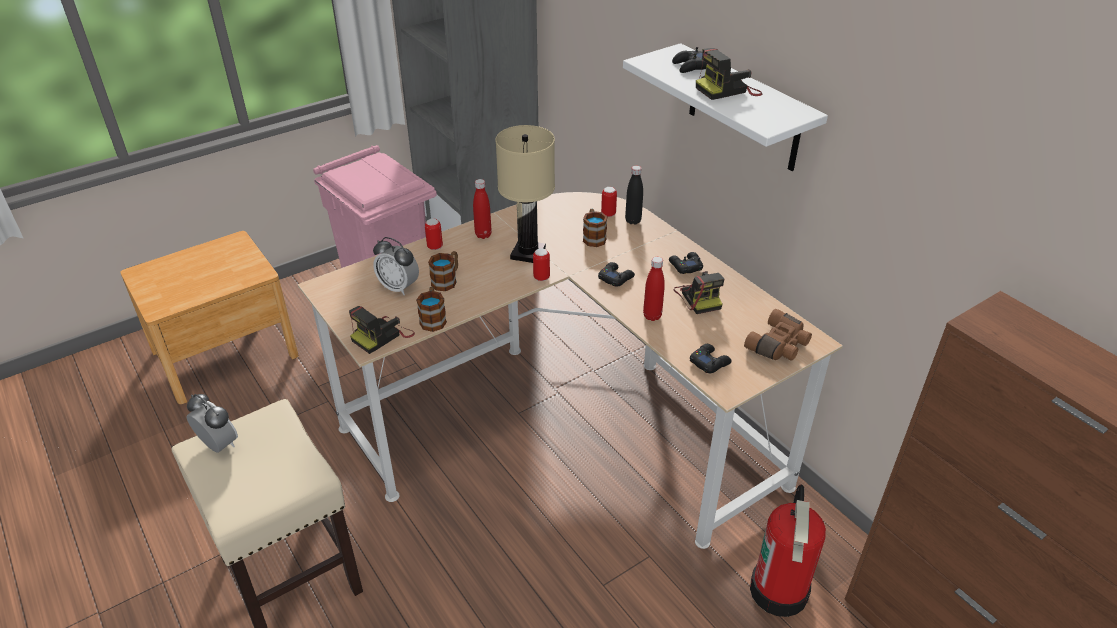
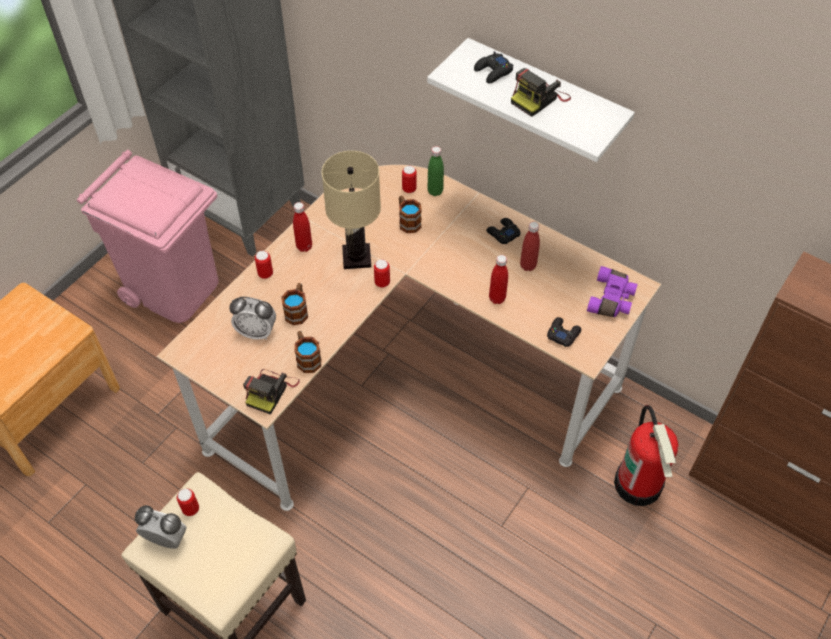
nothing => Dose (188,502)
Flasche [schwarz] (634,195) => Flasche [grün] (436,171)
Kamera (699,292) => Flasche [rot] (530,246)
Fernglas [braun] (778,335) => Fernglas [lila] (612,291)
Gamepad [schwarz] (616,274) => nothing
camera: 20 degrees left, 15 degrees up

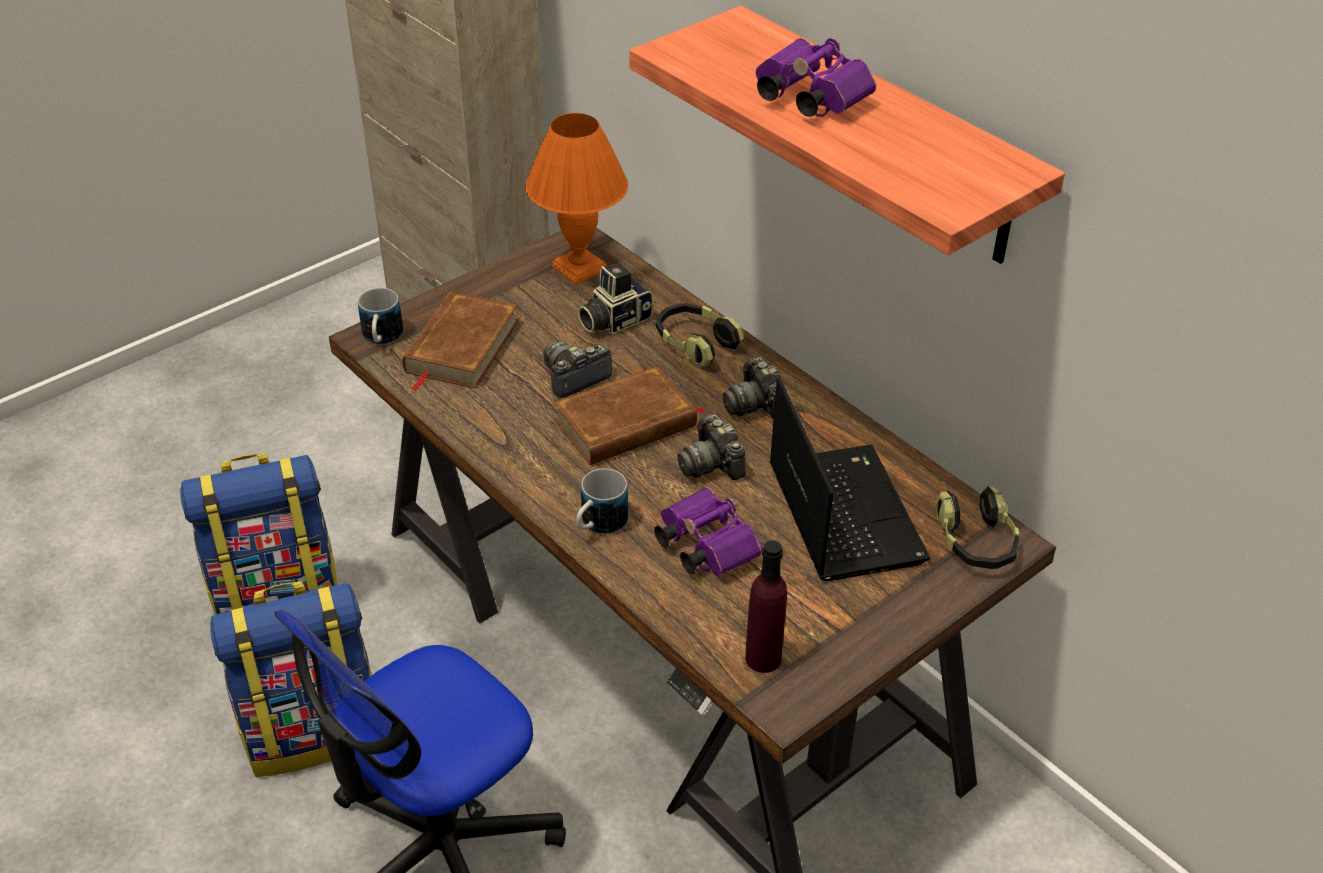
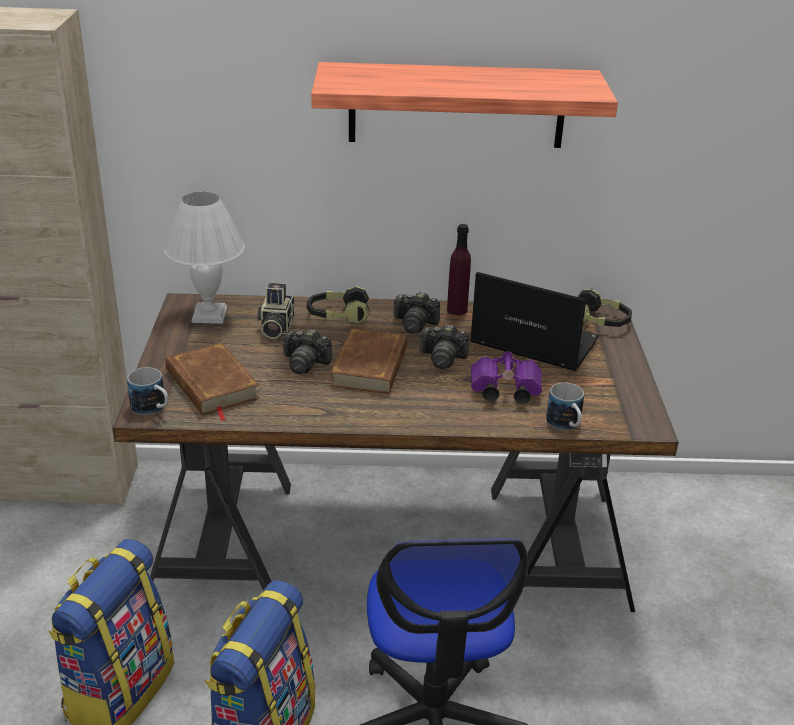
Tischlampe [orange] (576,199) => Tischlampe [weiß] (204,258)
Kamera (577,369) => Kamera (307,351), 75 degrees counterclockwise
Flasche [lila] (766,606) => Flasche [lila] (459,269), moved
Henkelbecher (602,501) => Henkelbecher (565,406), moved
Fernglas [lila] (816,77) => nothing
camera: 50 degrees left, 10 degrees down

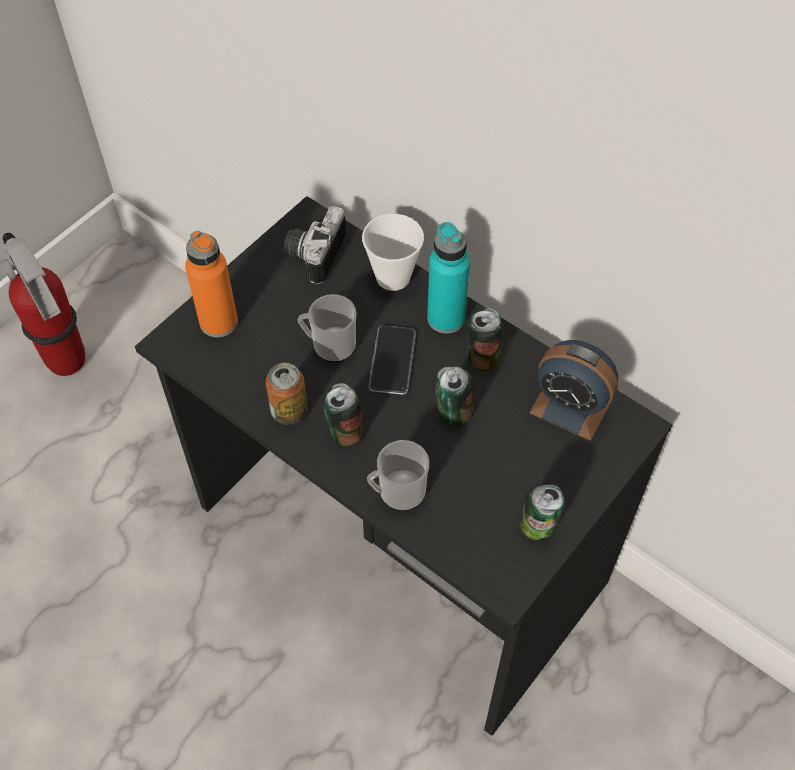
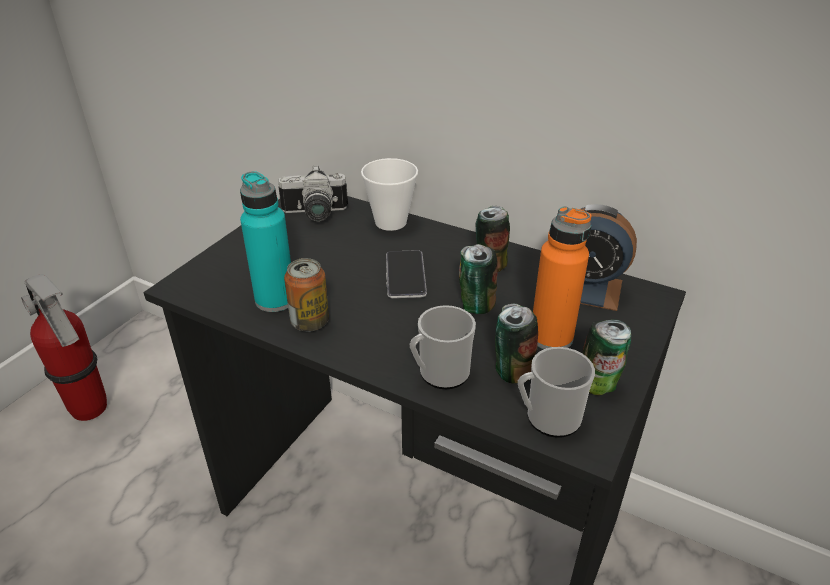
Flasche [türkis] (448,278) => Flasche [türkis] (265,241), moved
Kamera (315,245) => Kamera (313,193), 105 degrees counterclockwise
Dose (343,414) => Dose (516,343), moved
Henkelbecher (327,328) => Henkelbecher (556,392), moved
Flasche [orange] (211,284) => Flasche [orange] (562,277), moved
camera: 10 degrees left, 20 degrees down

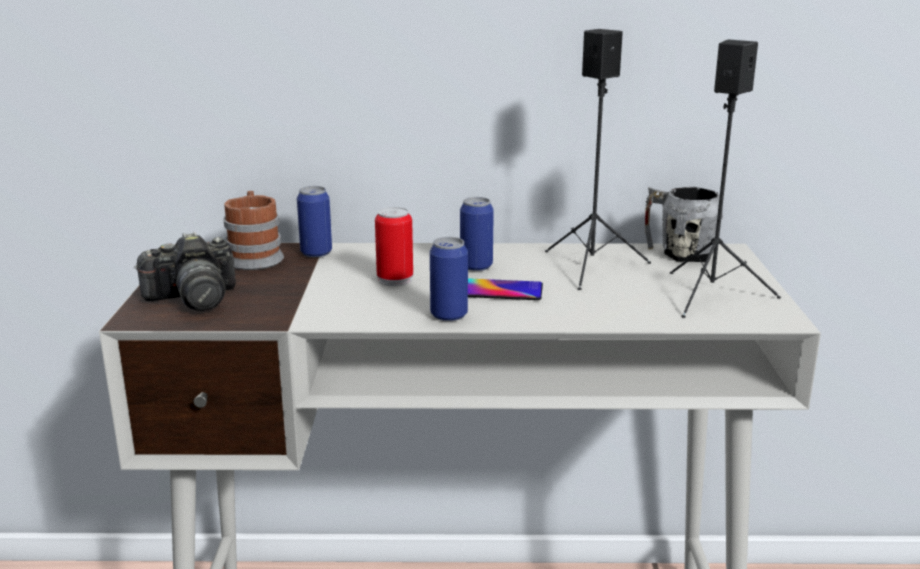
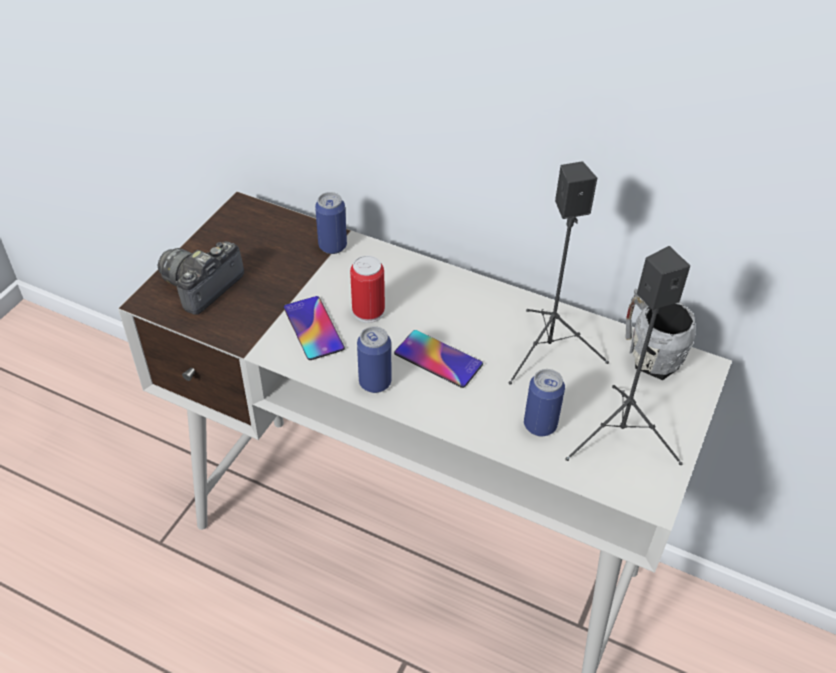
Kamera (185,271) => Kamera (201,278), 120 degrees clockwise
nothing => Handy (314,328)
Dose (477,234) => Dose (544,402), moved
Henkelbecher (253,230) => nothing
camera: 25 degrees right, 25 degrees up

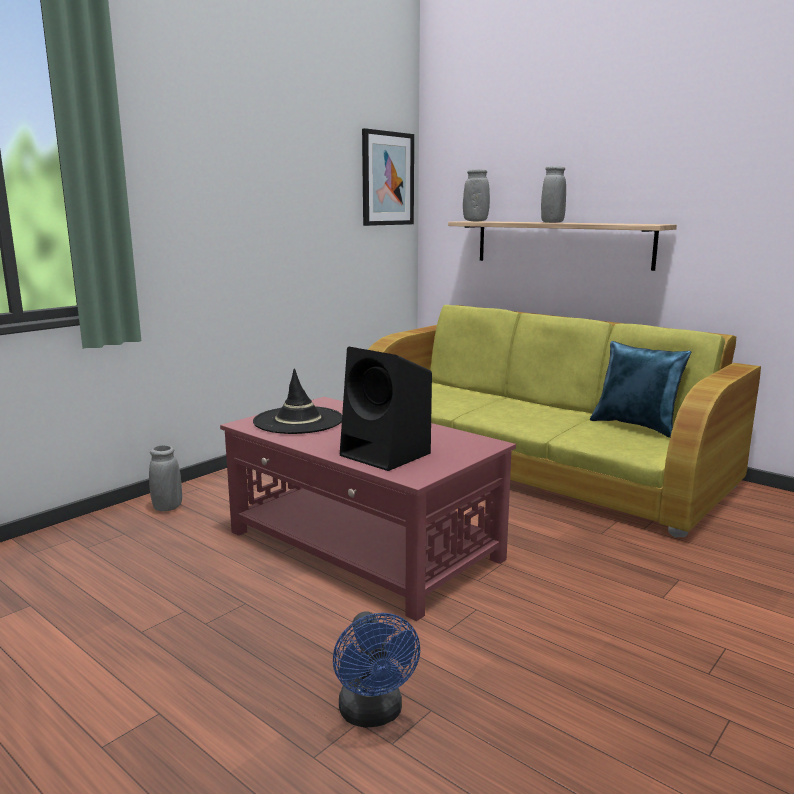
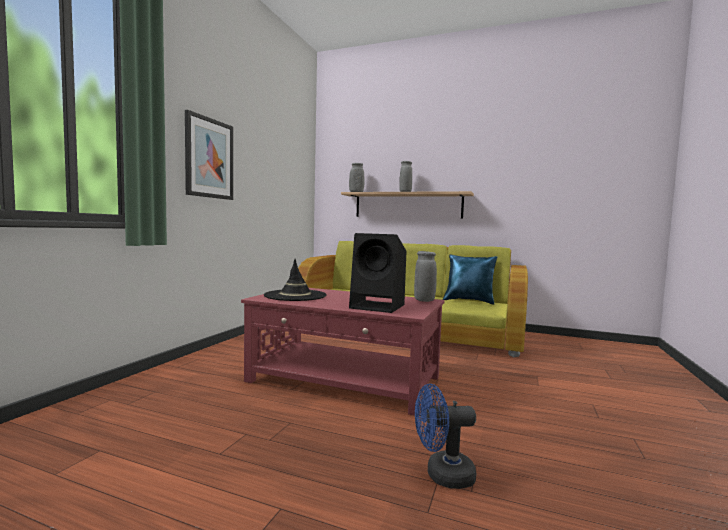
Bild (388,177) => Bild (209,155), moved
Vase [grau] (165,478) => Vase [grau] (425,276), moved
Ventilator [blau] (376,669) => Ventilator [blau] (445,436), 120 degrees clockwise
camera: 20 degrees left, 10 degrees down

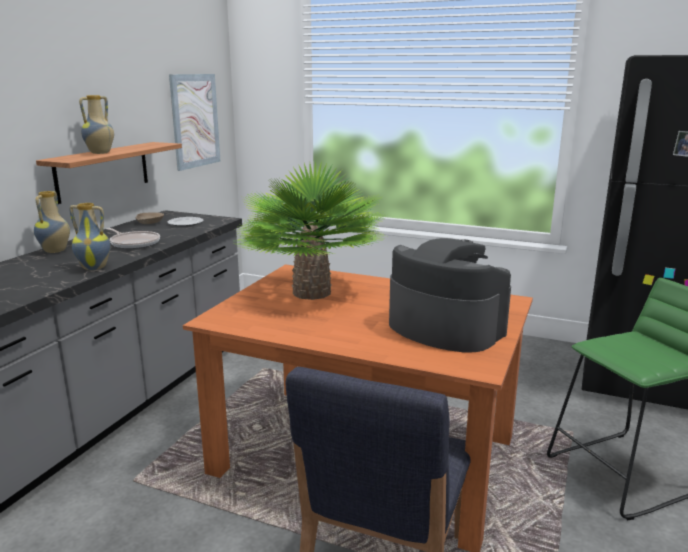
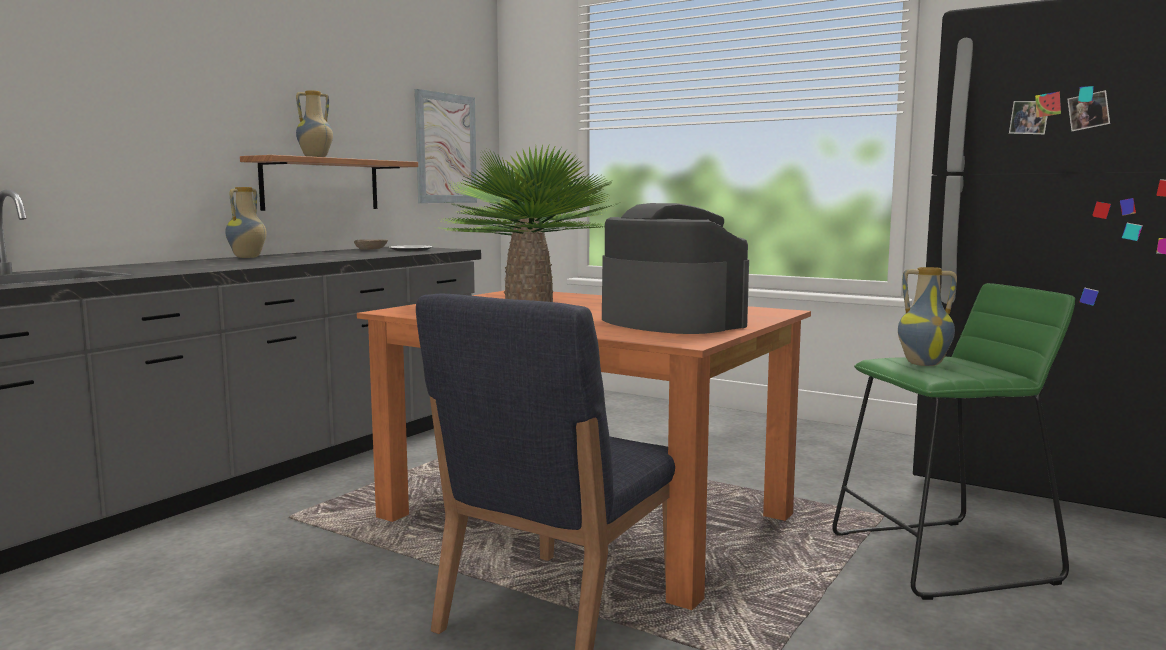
Vase (90,236) => Vase (927,316), moved
Pfanne (133,238) => nothing
camera: 10 degrees right, 10 degrees down

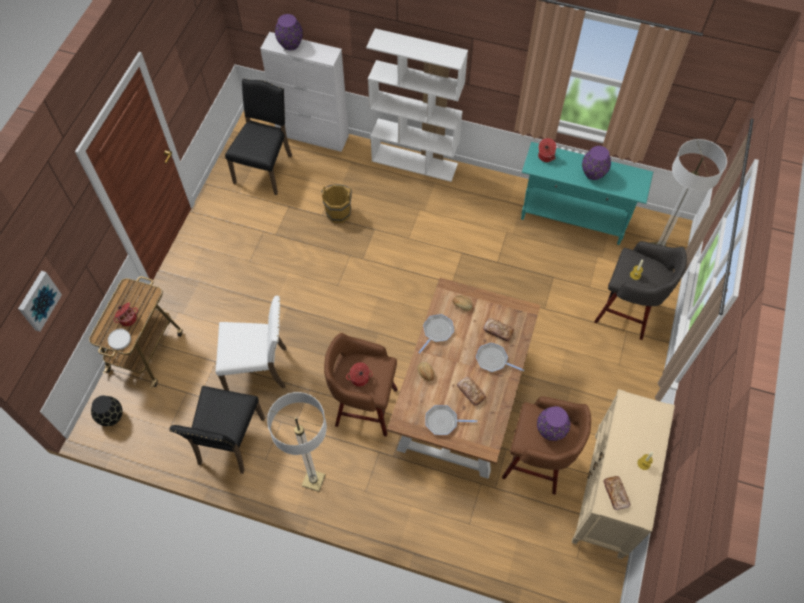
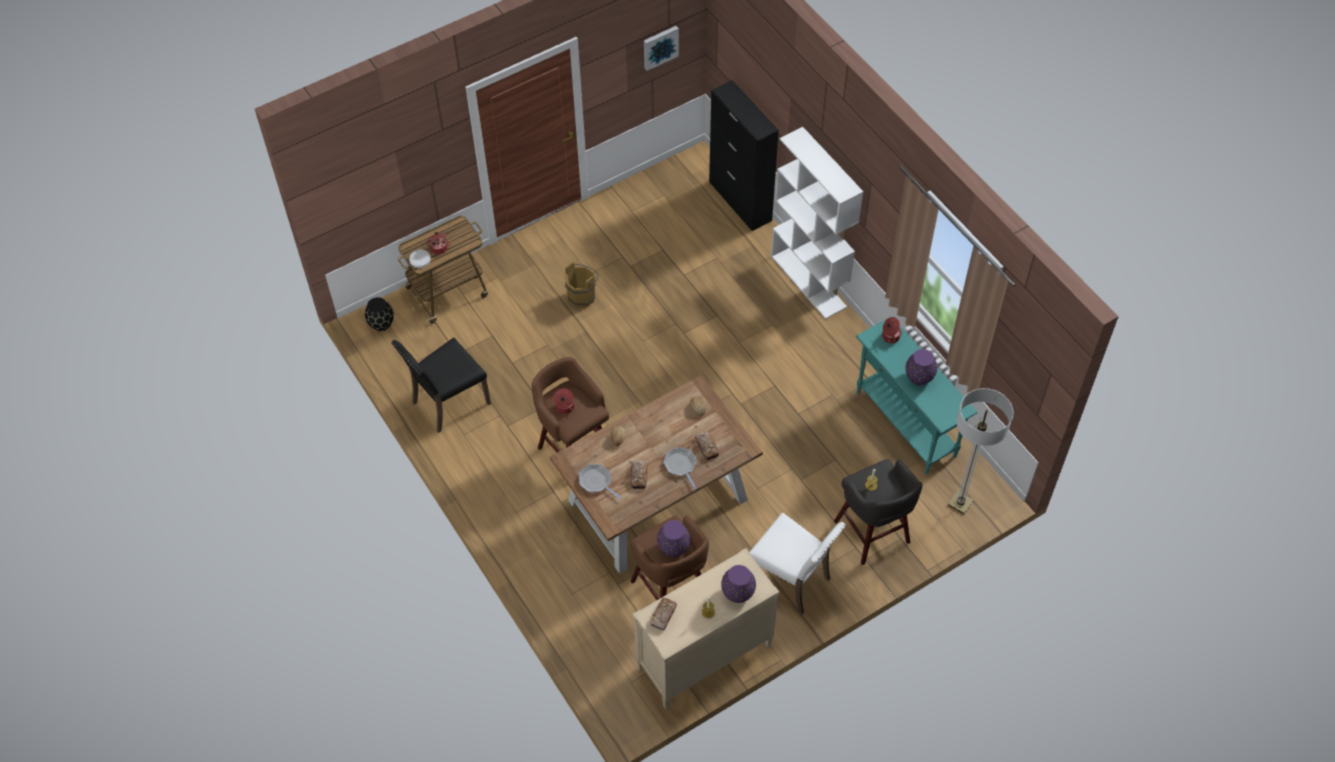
Eimer [braun] (336,203) => Eimer [braun] (582,284), moved
Bild (40,301) => Bild (661,48), moved
Schrank [weiß] (304,92) => Schrank [schwarz] (744,155)
Vase [lila] (289,32) => Vase [lila] (738,584), moved
Stuhl [weiß] (251,343) => Stuhl [weiß] (798,563), moved
Stuhl [schwarz] (258,137) => nothing
Stehlampe (297,442) => nothing
Pfanne (436,334) => nothing
camera: 40 degrees right, 5 degrees down

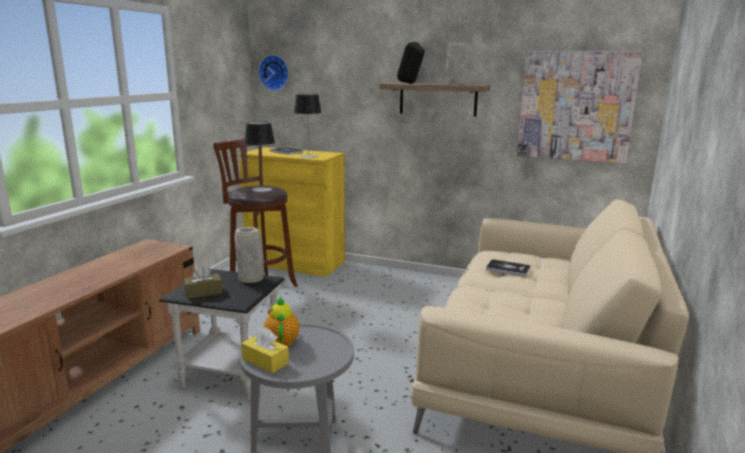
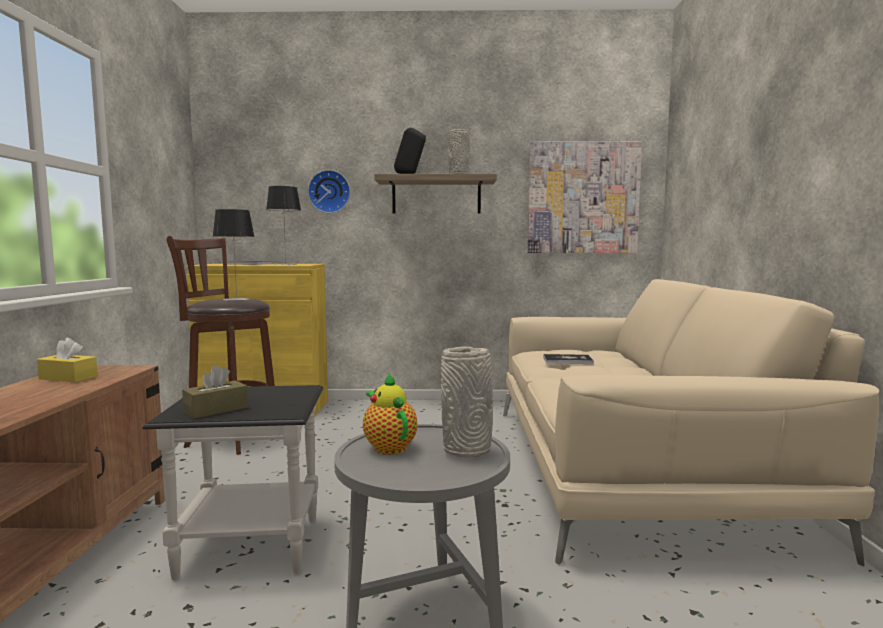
Taschentuchbox [gelb] (265,350) => Taschentuchbox [gelb] (67,360), moved
Wanduhr (274,73) => Wanduhr (329,191), moved
Vase [grau] (249,255) => Vase [grau] (467,401), moved
camera: 20 degrees left, 10 degrees down

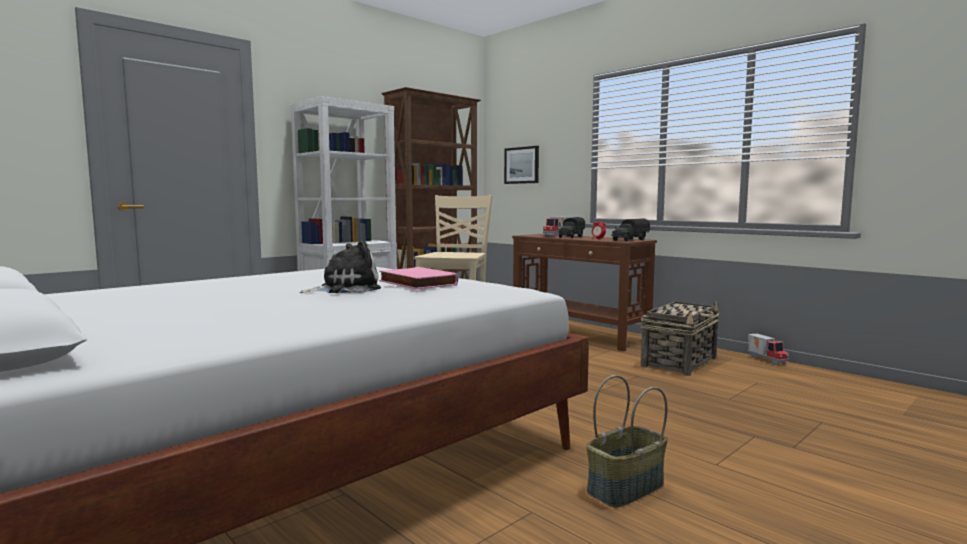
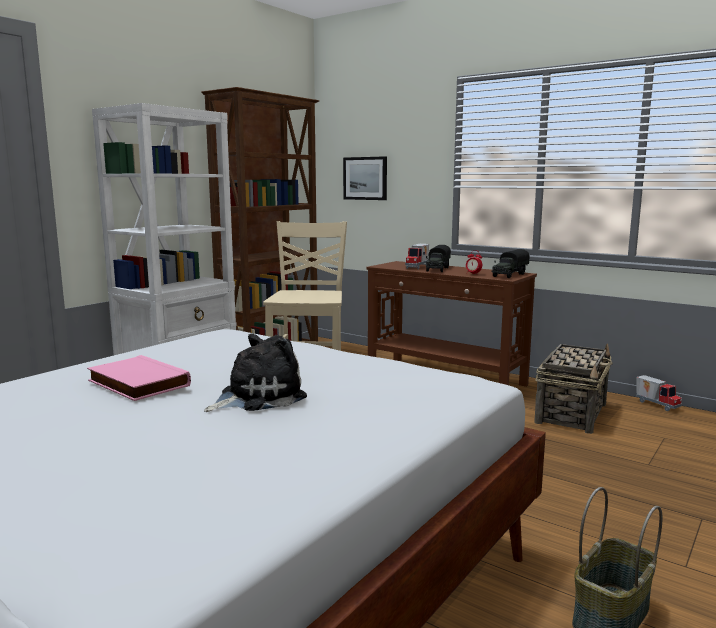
Buch [rosa] (418,278) => Buch [rosa] (139,378), moved
camera: 10 degrees left, 5 degrees up

